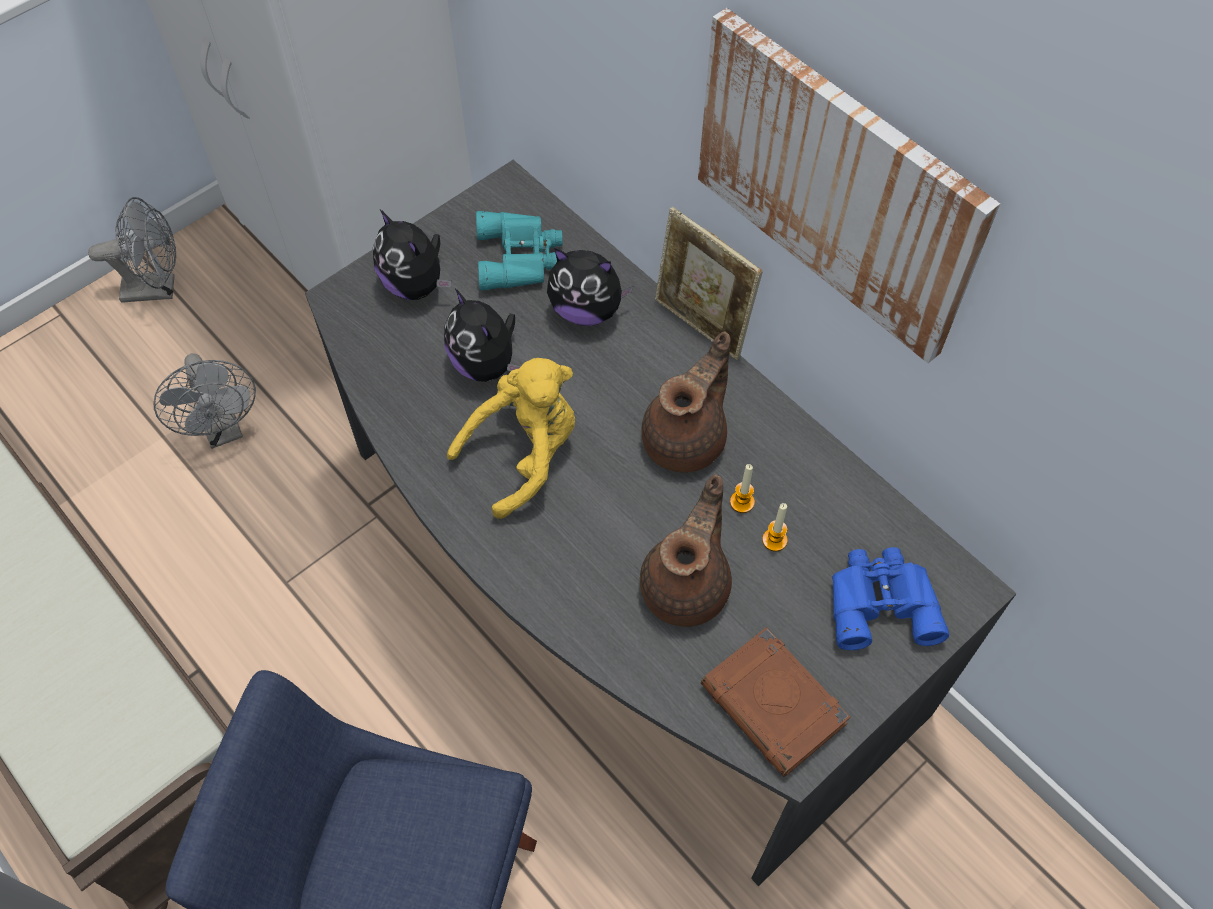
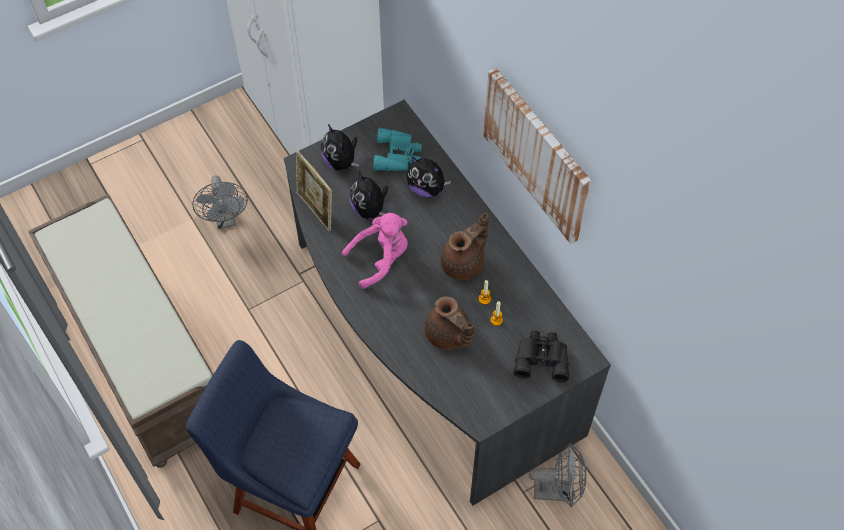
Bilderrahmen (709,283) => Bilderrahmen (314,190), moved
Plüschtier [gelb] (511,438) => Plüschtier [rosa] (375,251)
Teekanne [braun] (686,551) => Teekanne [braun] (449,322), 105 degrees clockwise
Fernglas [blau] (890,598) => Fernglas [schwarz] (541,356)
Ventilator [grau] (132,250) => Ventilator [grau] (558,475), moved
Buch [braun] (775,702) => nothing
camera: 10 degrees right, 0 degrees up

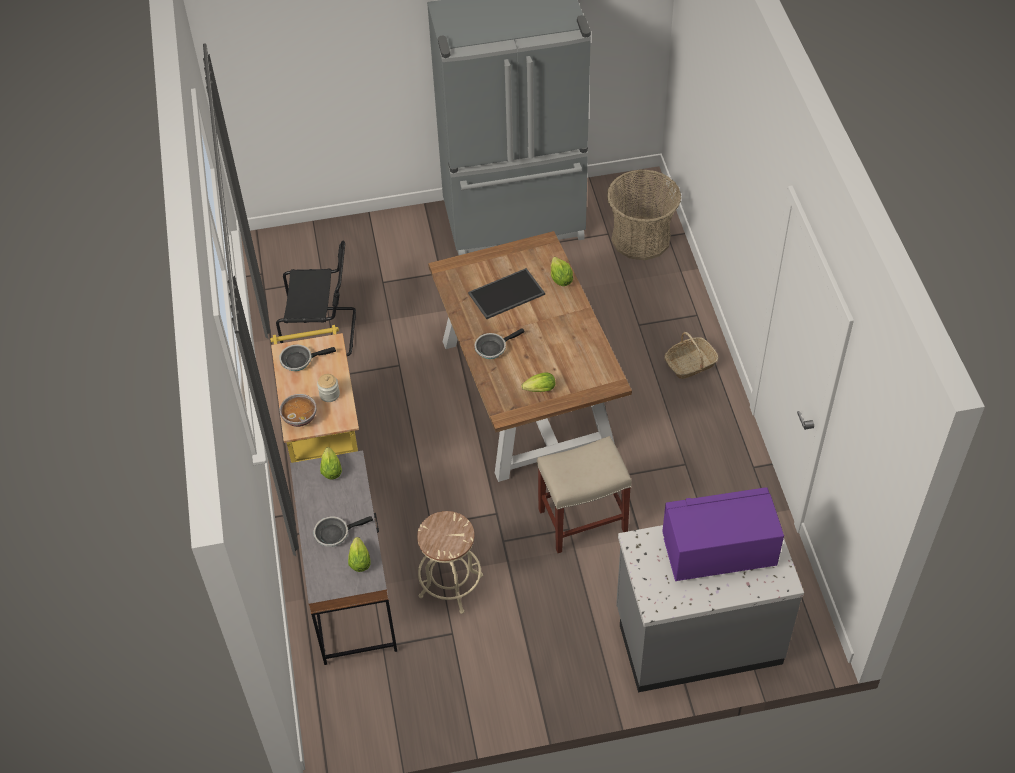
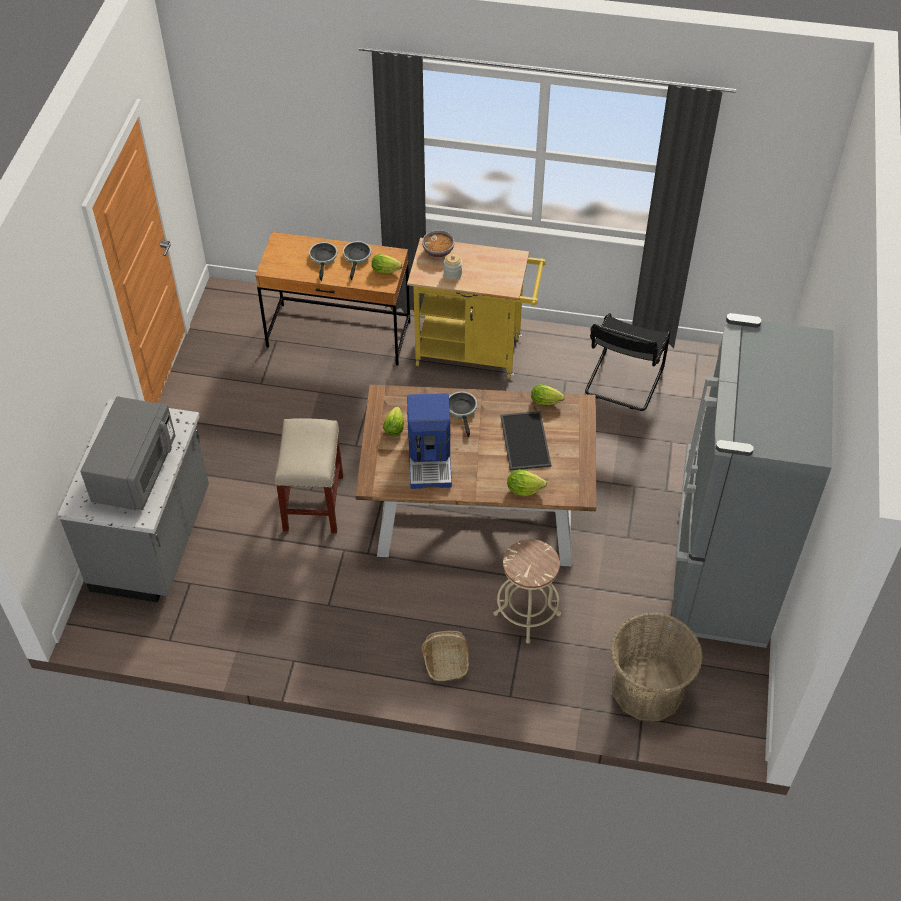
Mikrowelle [lila] (723,534) => Mikrowelle [grau] (128,453)
Schreibtisch [grau] (343,557) => Schreibtisch [braun] (332,298)
Pfanne (307,357) => Pfanne (357,260), moved
nothing => Kaffeemaschine (429,441)
Hocker [beige] (450,562) => Hocker [beige] (527,591), moved
Salatkopf (359,554) => Salatkopf (548,394), moved
camera: 110 degrees right, 0 degrees up

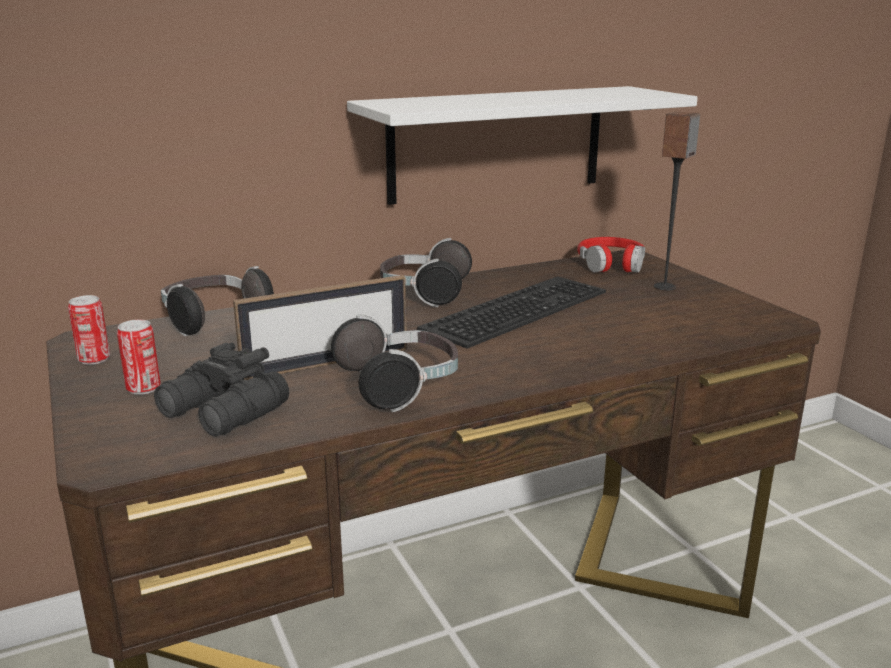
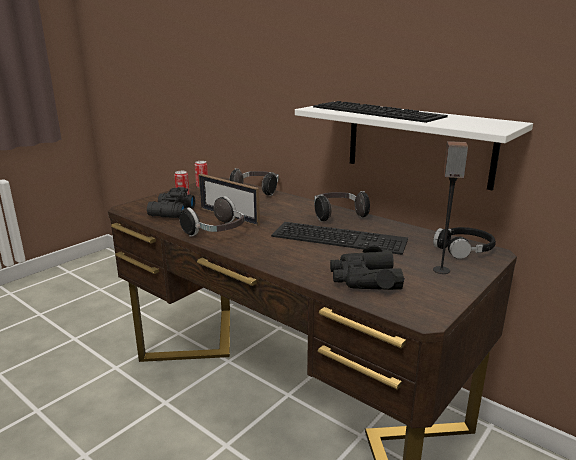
nothing => Tastatur (380,112)
nothing => Fernglas [schwarz] (367,267)
Kopfhörer [rot] (611,255) => Kopfhörer [schwarz] (464,243)
camera: 65 degrees right, 0 degrees up

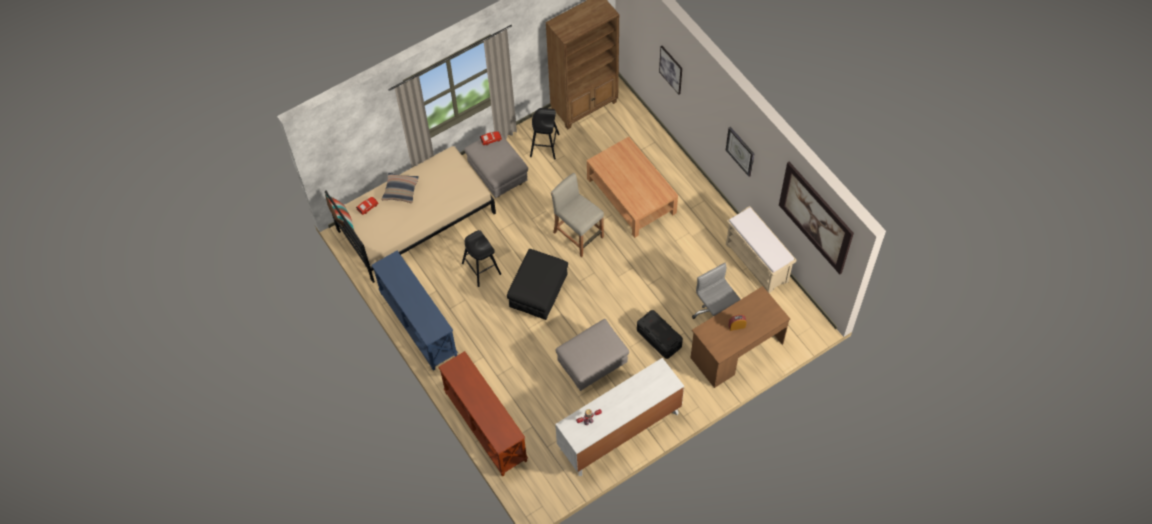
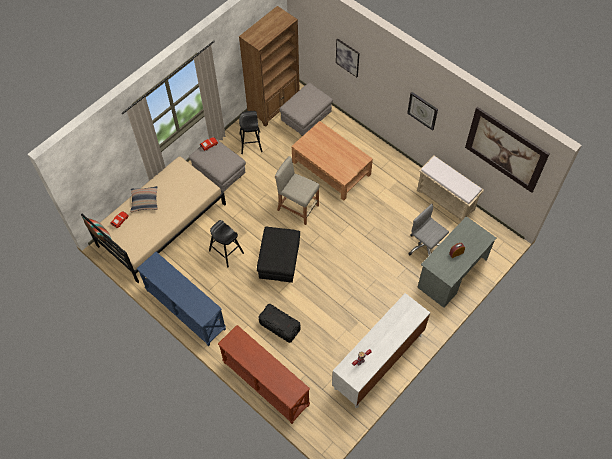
Aufbewahrungsbox [schwarz] (660,334) => Aufbewahrungsbox [schwarz] (279,323), moved
Polsterhocker [grau] (592,355) => Polsterhocker [grau] (306,109), moved
Schreibtisch [braun] (740,337) => Schreibtisch [grau] (456,262)
camera: 15 degrees left, 0 degrees up

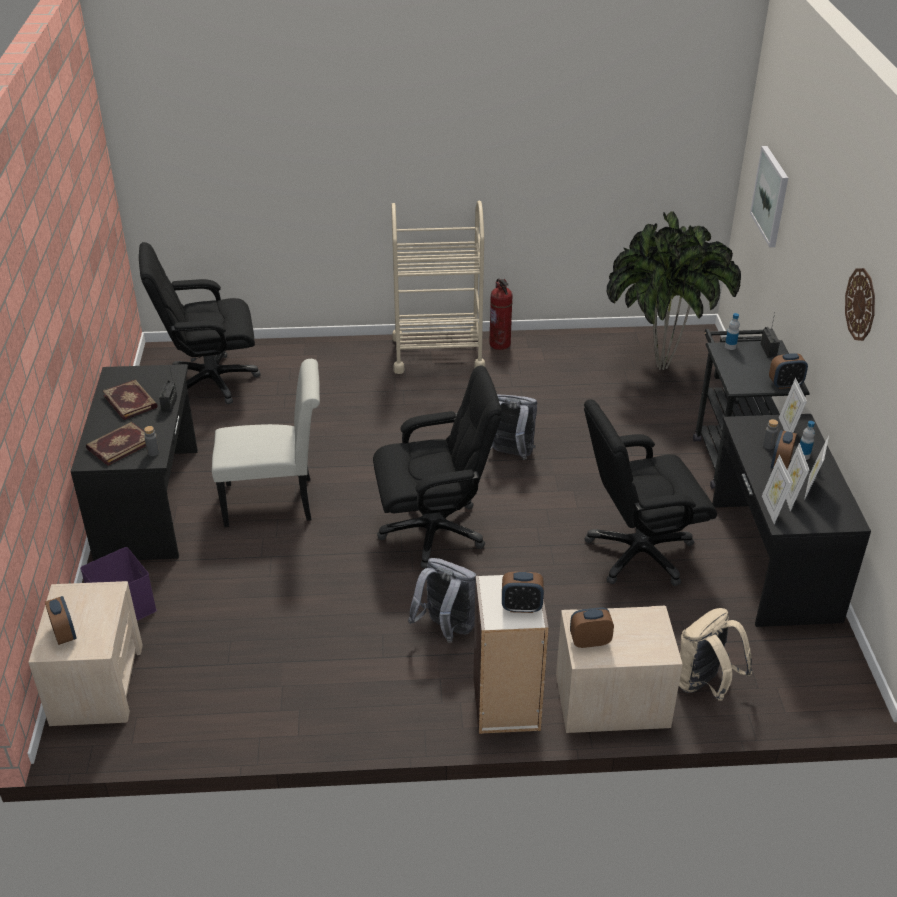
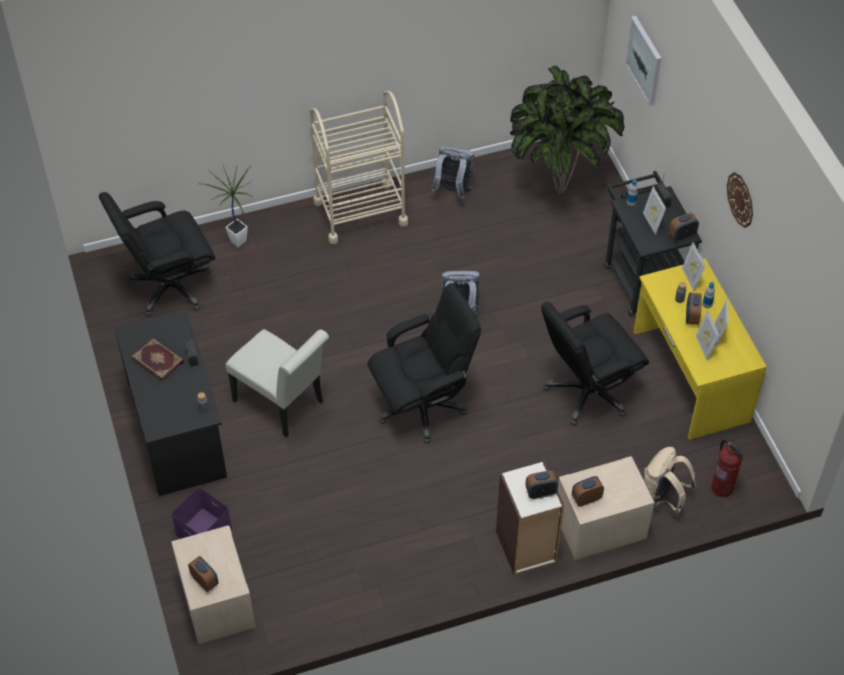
nothing => Topfpflanze (225,206)
Stuhl [weiß] (266,443) => Stuhl [weiß] (277,383), 60 degrees clockwise
Rucksack [grau] (442,600) => Rucksack [grau] (453,173), moved
Schreibtisch [schwarz] (791,520) => Schreibtisch [gelb] (700,349)
Bilderrahmen (777,489) => Bilderrahmen (654,210), moved
Feuerlöscher (501,314) => Feuerlöscher (727,468), moved
Buch (116,444) => nothing
camera: 15 degrees left, 15 degrees up

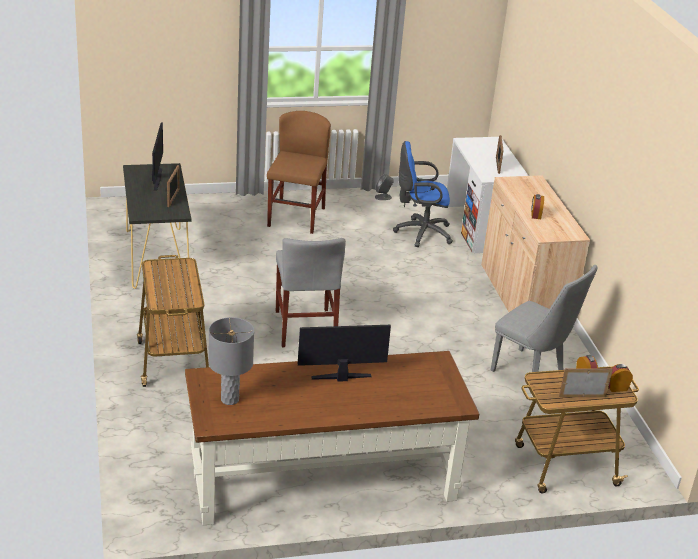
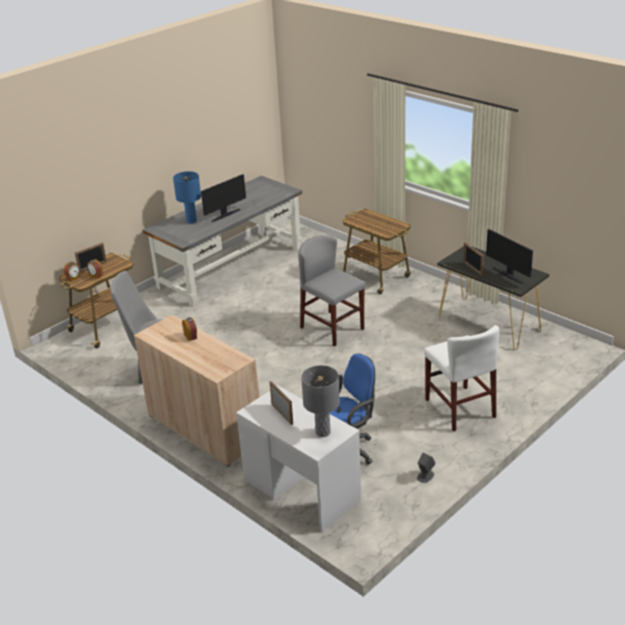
Schreibtisch [braun] (332,438) => Schreibtisch [grau] (222,241)
nothing => Tischlampe [blau] (187,197)
Tischlampe [grau] (231,361) => Tischlampe [grau] (320,401), moved
Stuhl [braun] (299,172) => Stuhl [weiß] (461,378)
camera: 150 degrees right, 0 degrees up

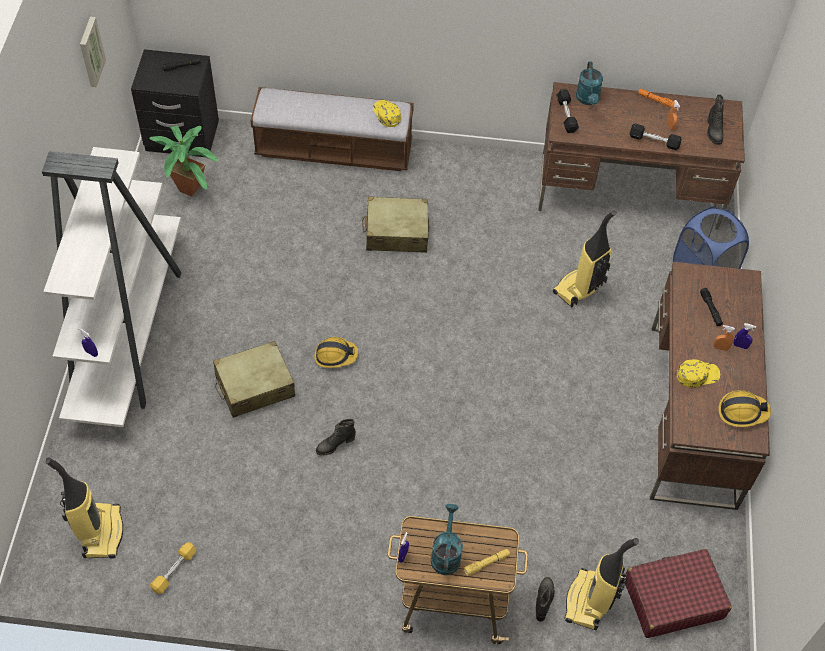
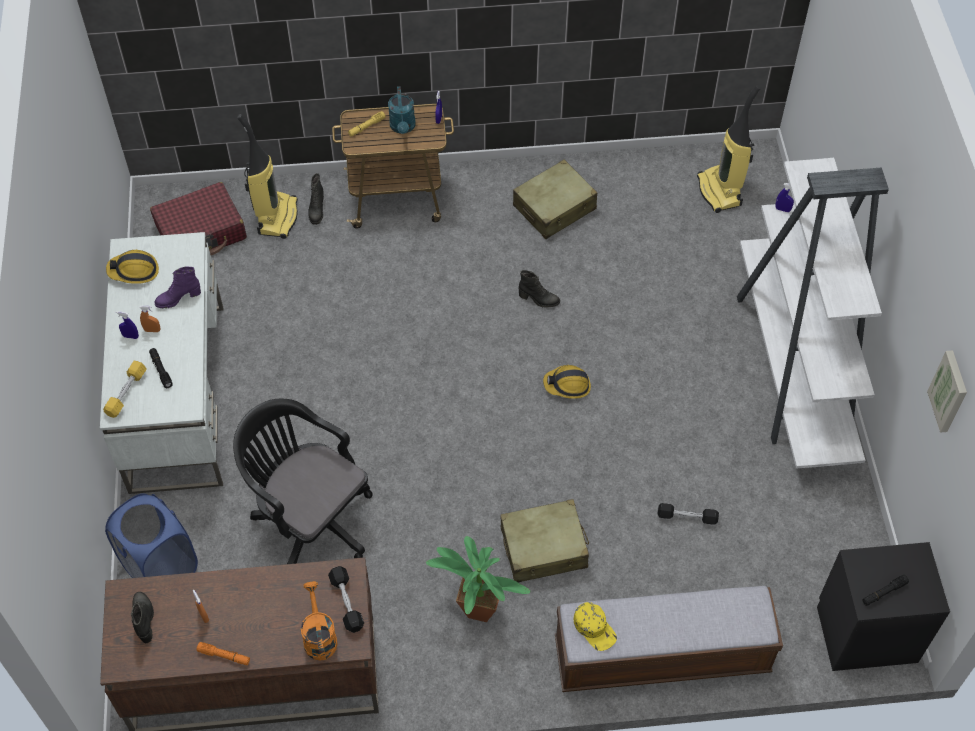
Schreibtisch [braun] (710,386) => Schreibtisch [weiß] (161,363)
Hantel [gelb] (173,568) => Hantel [gelb] (125,389), moved
Kappe [gelb] (698,373) => Stiefel [lila] (177,287)
Staubsauger (585,259) => Bürostuhl [schwarz] (303,481)
Gießkanne [türkis] (589,83) => Gießkanne [orange] (319,620)
Topfpflanze (184,161) => Topfpflanze (478,579), moved
Koffer [beige] (254,379) => Koffer [beige] (555,199), moved
Stiefel [schwarz] (336,437) => Stiefel [schwarz] (539,289), 60 degrees clockwise
Hantel [schwarz] (656,137) => Hantel [schwarz] (688,514), moved
camera: 170 degrees right, 0 degrees up

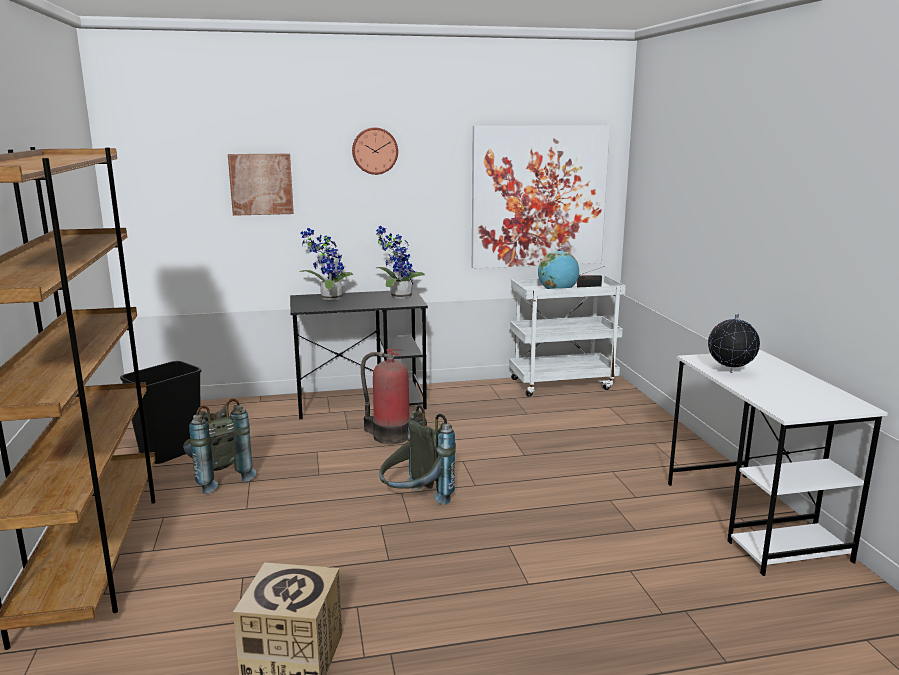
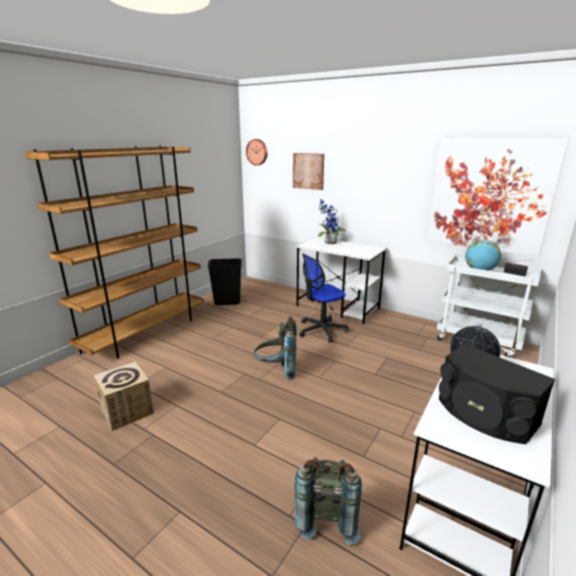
Wanduhr (375,151) => Wanduhr (257,152), moved
Rucksack [grau] (219,446) => Rucksack [grau] (328,501), moved
Schreibtisch [schwarz] (359,354) => Schreibtisch [weiß] (341,280)
Feuerlöscher (385,396) => Bürostuhl (323,298)
nothing => Lautsprecher [schwarz] (497,394)
Topfpflanze (400,262) => nothing
camera: 45 degrees right, 5 degrees up

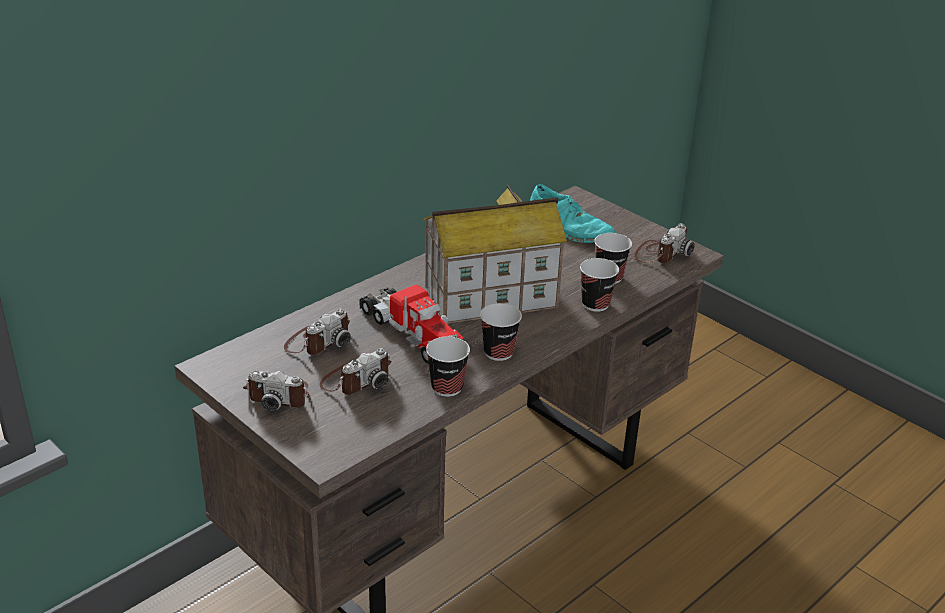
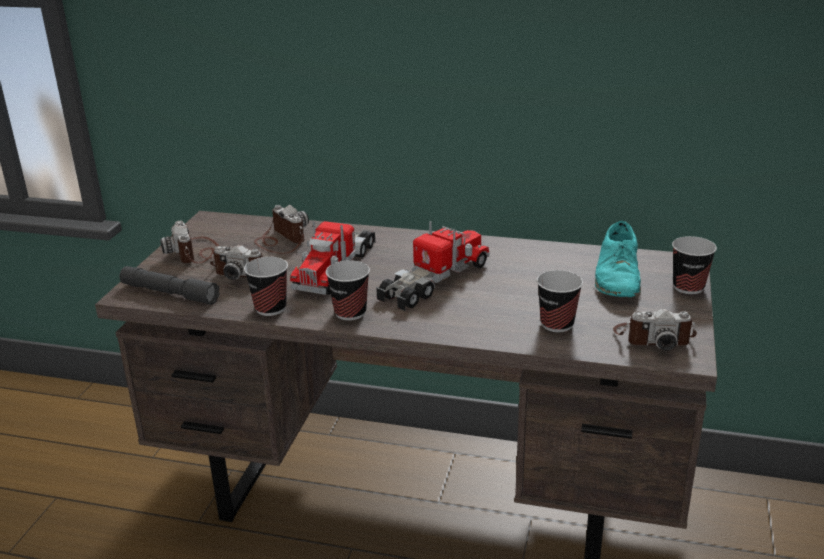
nothing => Taschenlampe [grau] (170,285)
Kamera (317,332) => Kamera (281,229), 135 degrees counterclockwise
Spielzeughaus (495,254) => Spielzeuglaster (433,266)
Tasse (599,285) => Tasse (694,265), moved
camera: 60 degrees right, 5 degrees down

